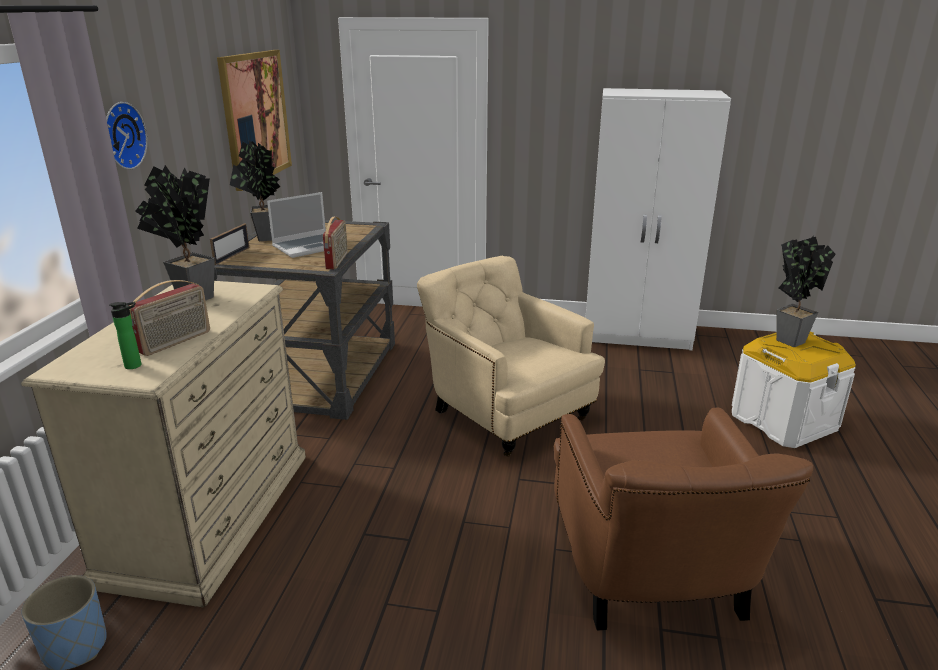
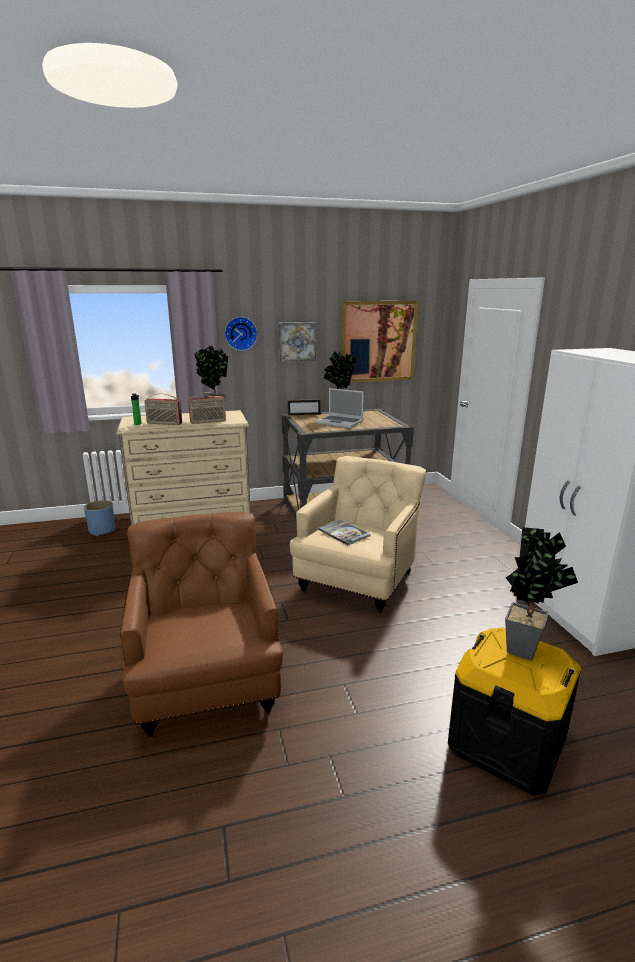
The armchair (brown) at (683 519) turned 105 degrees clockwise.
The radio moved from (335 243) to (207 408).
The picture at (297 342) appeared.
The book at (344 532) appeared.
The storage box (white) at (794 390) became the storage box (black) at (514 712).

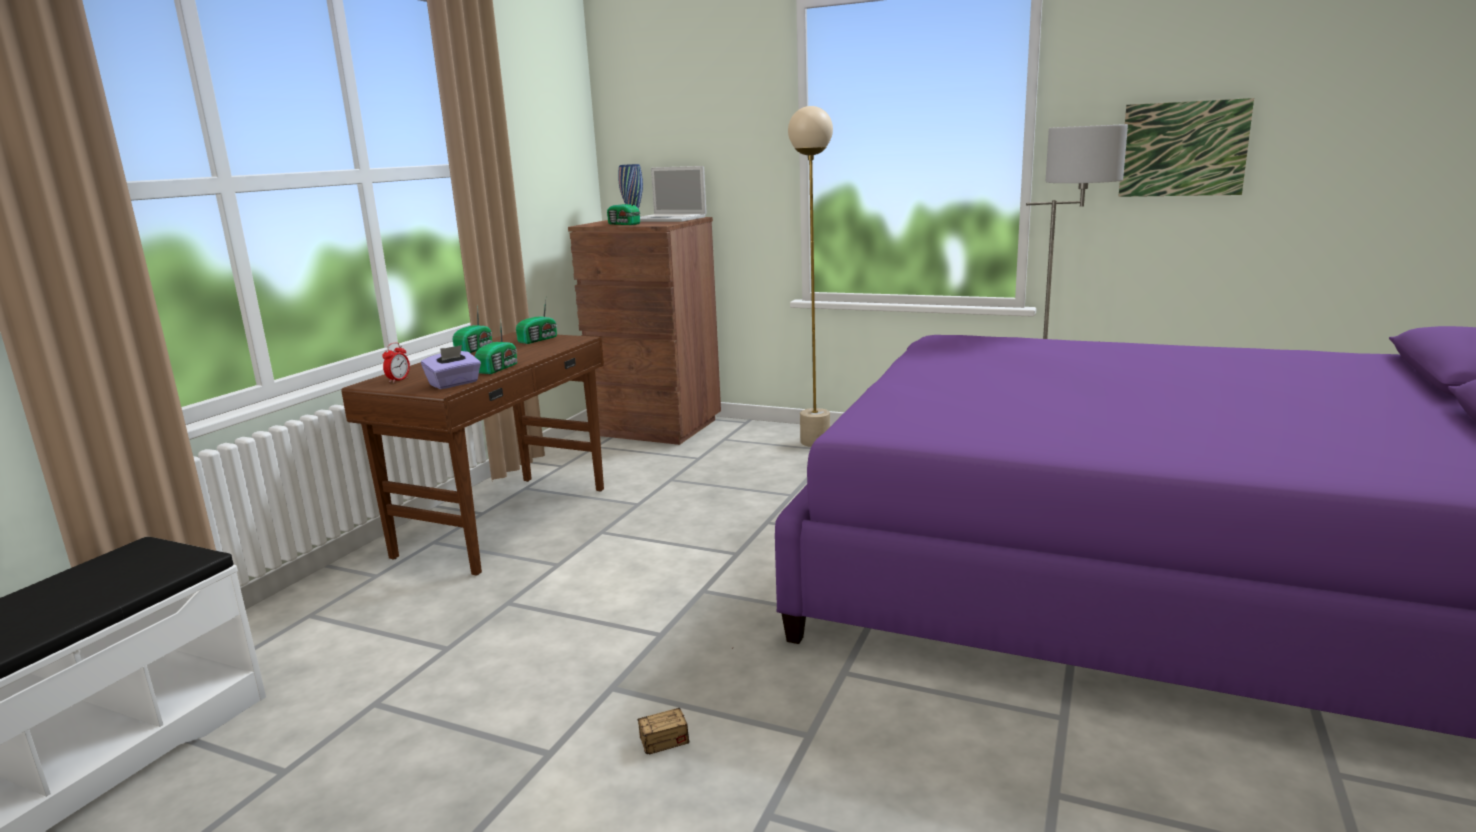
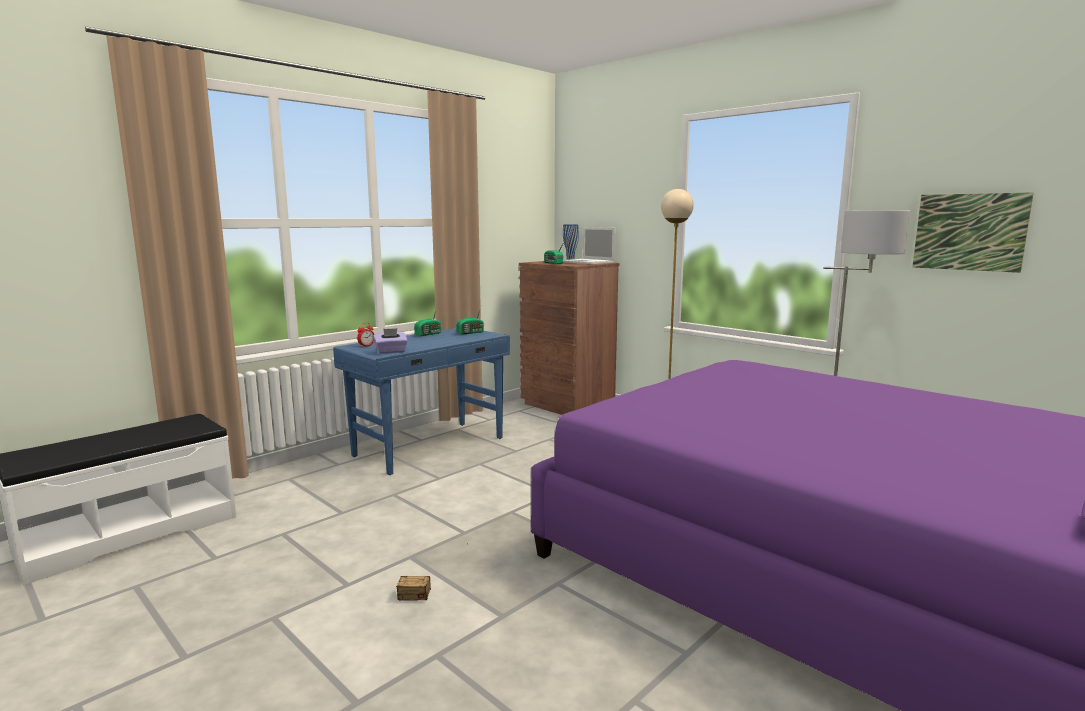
The console table (brown) at (472 454) became the console table (blue) at (421 401).
The radio at (496 349) disappeared.

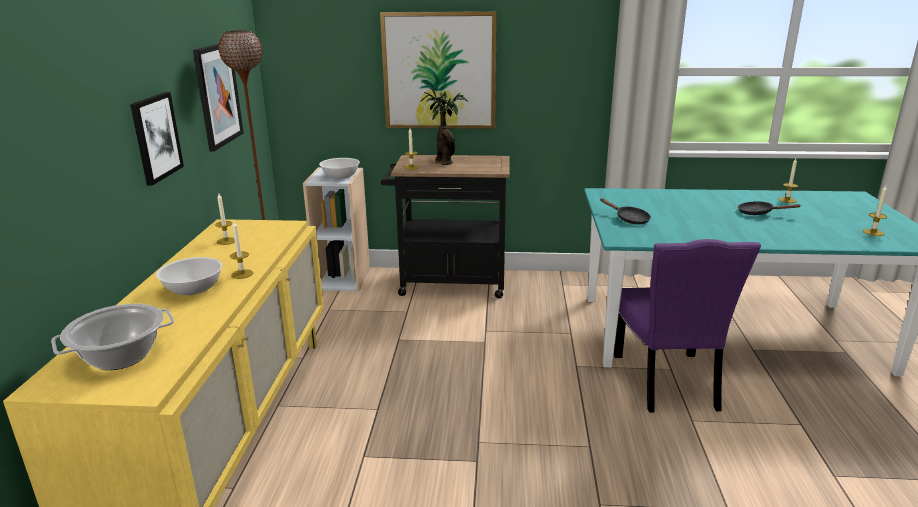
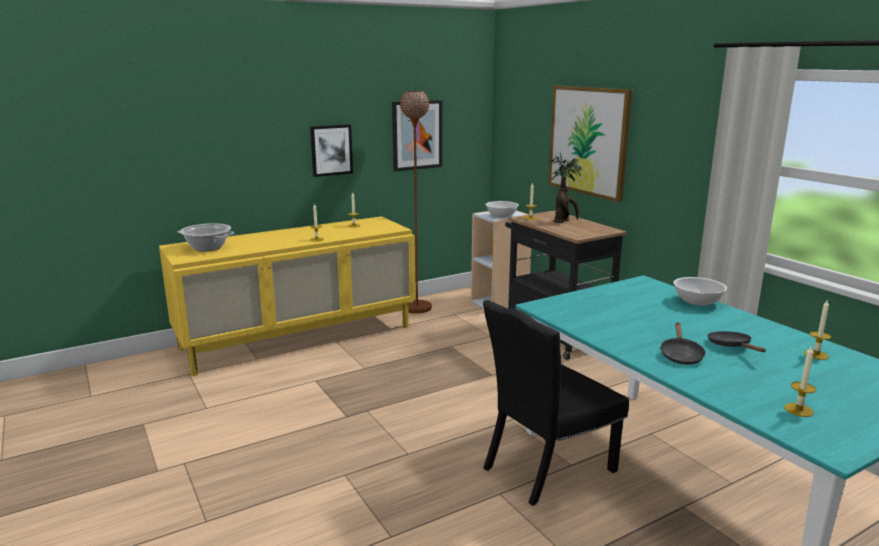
The chair (purple) at (687 326) became the chair (black) at (556 403).
The frying pan (black) moved from (625 211) to (683 343).
The bowl (white) moved from (189 276) to (700 291).

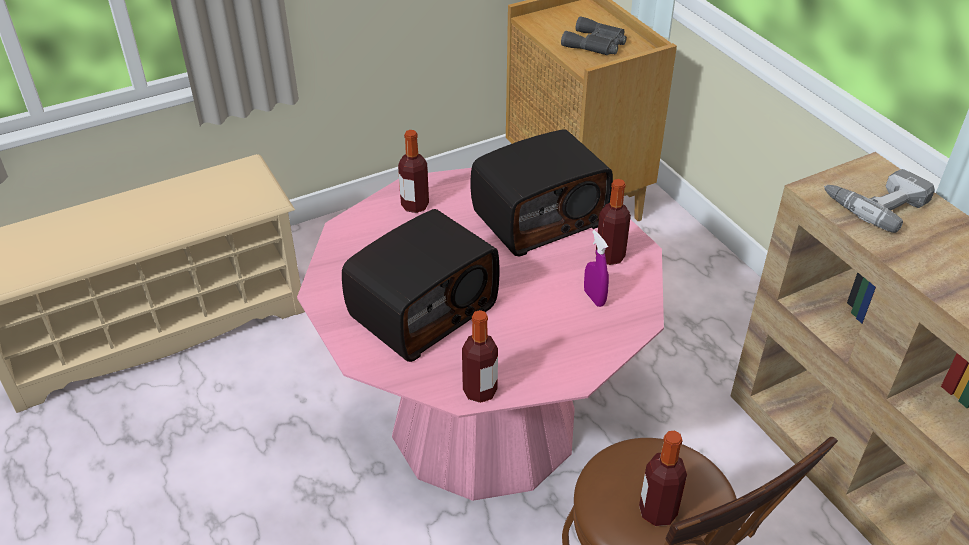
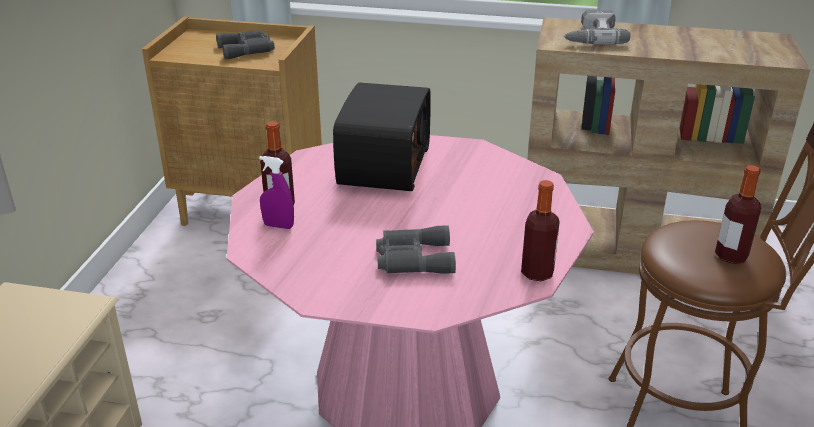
The spray bottle (purple) moved from (596 268) to (276 192).
The radio at (421 285) was replaced by the binoculars (grey) at (416 249).
The bottle at (613 222) disappeared.

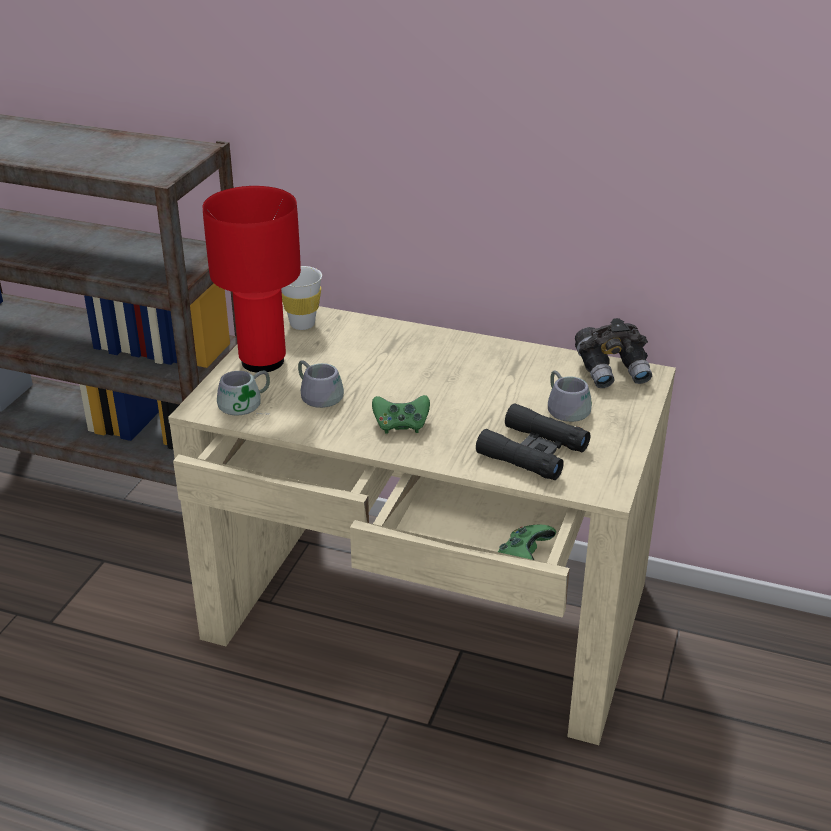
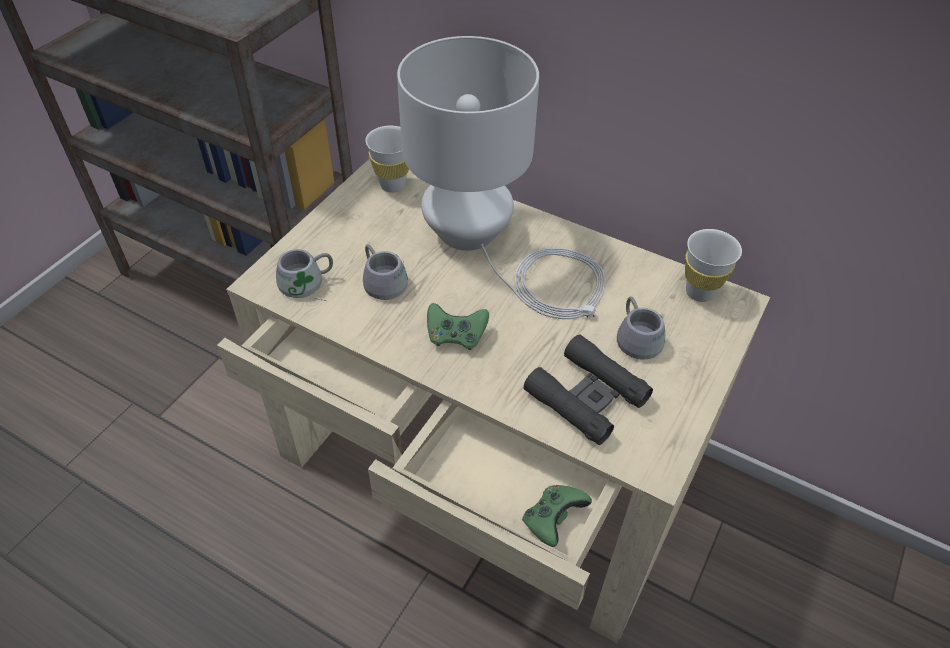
The table lamp (white) at (501 177) appeared.
The binoculars (grey) at (613 353) was replaced by the cup (white) at (713 265).
The table lamp (red) at (252 279) disappeared.

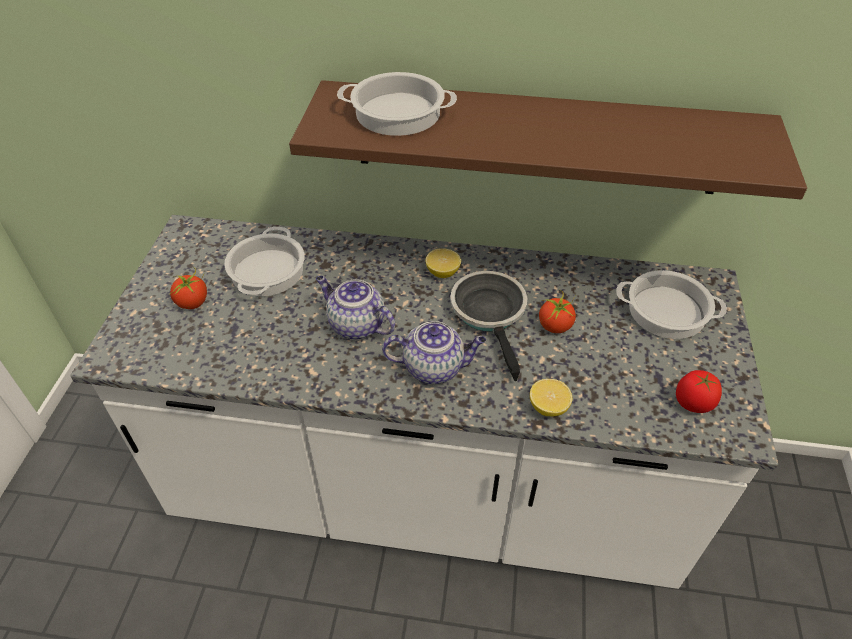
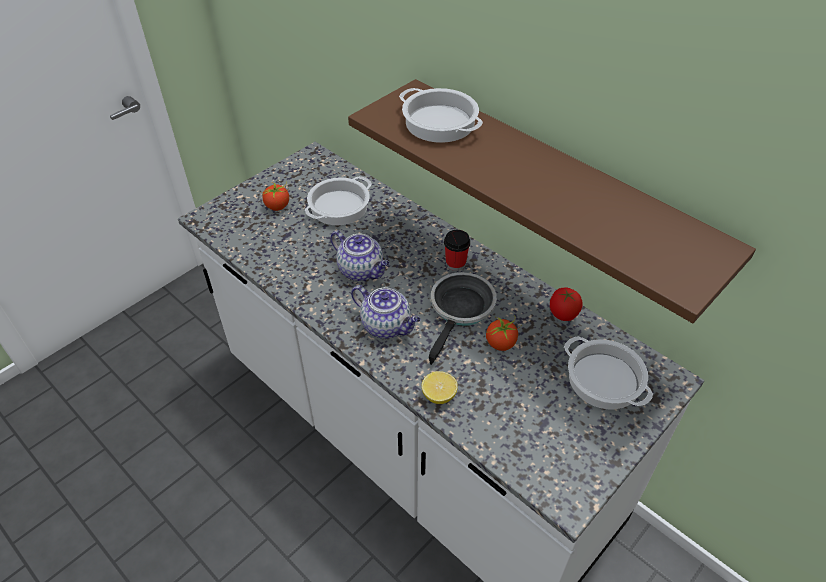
The teapot at (355 308) turned 150 degrees clockwise.
The lemon at (443 263) was replaced by the cup at (457 250).
The tomato moved from (699 391) to (566 304).

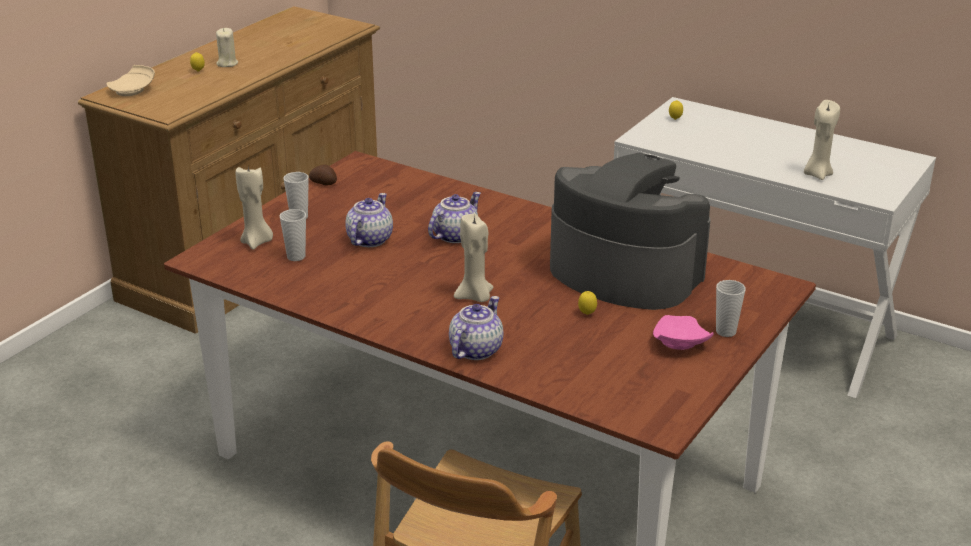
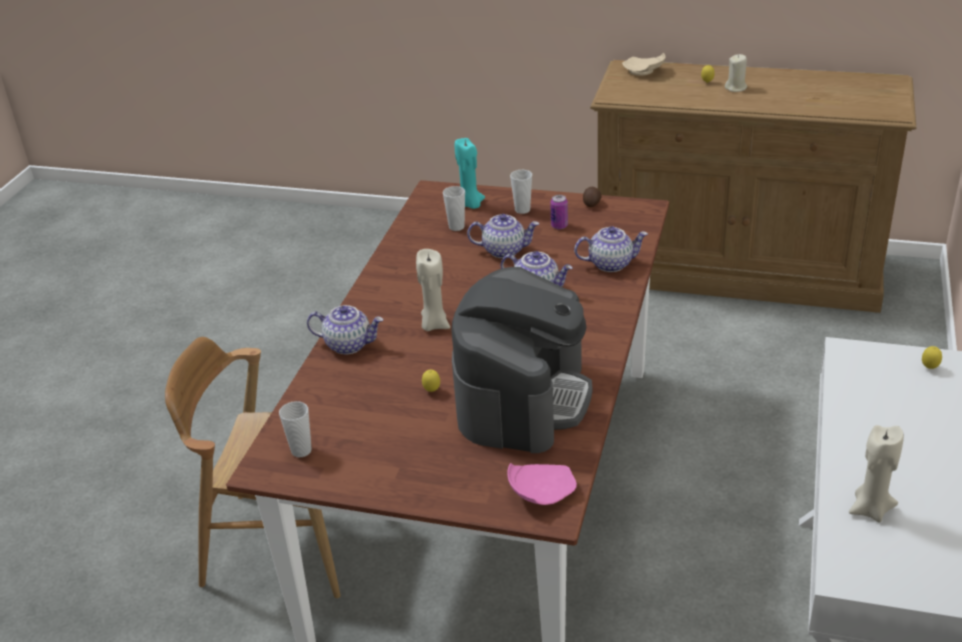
The cup moved from (731 308) to (295 429).
The candle (beige) at (254 208) became the candle (turquoise) at (470 173).
The plate (pink) moved from (683 332) to (542 484).
The can at (559 212) appeared.
The teapot at (611 249) appeared.

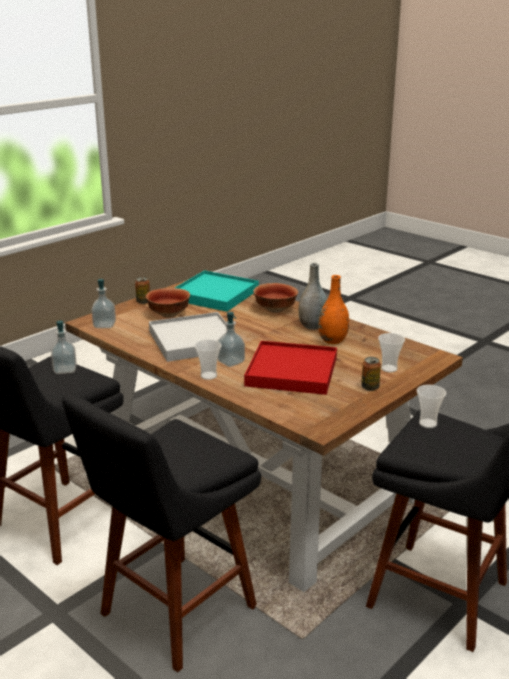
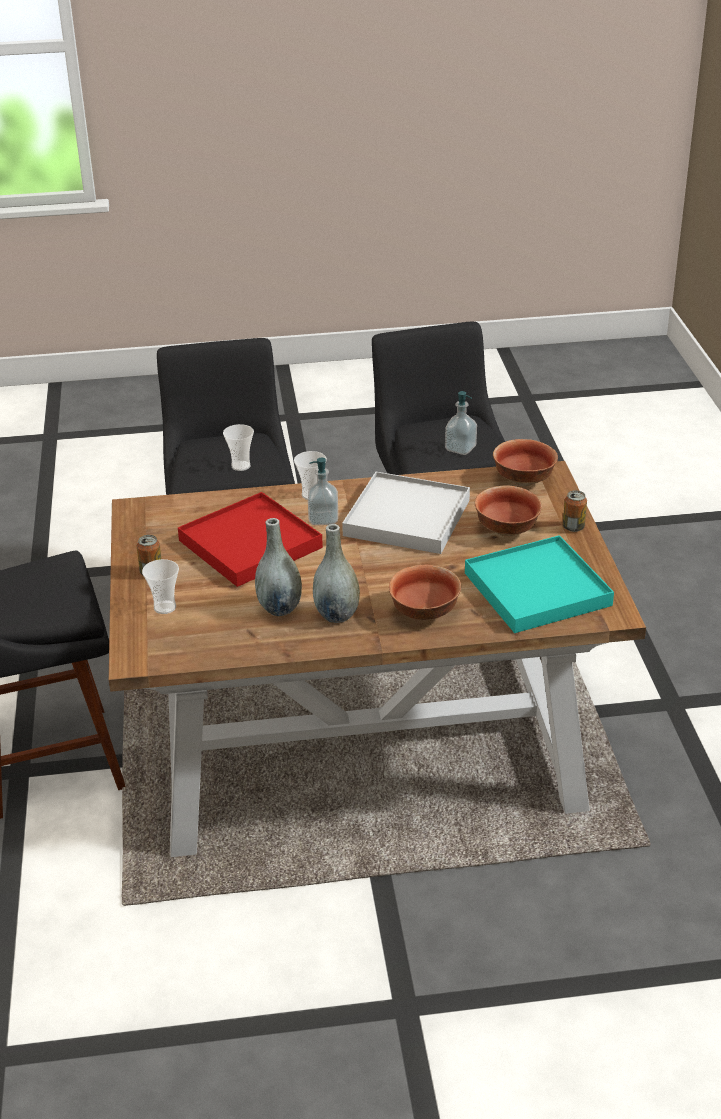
The cup moved from (431 406) to (238 447).
The vase (orange) at (333 309) became the vase (grey) at (278 567).
The soap dispenser at (104 303) was replaced by the bowl at (525 462).

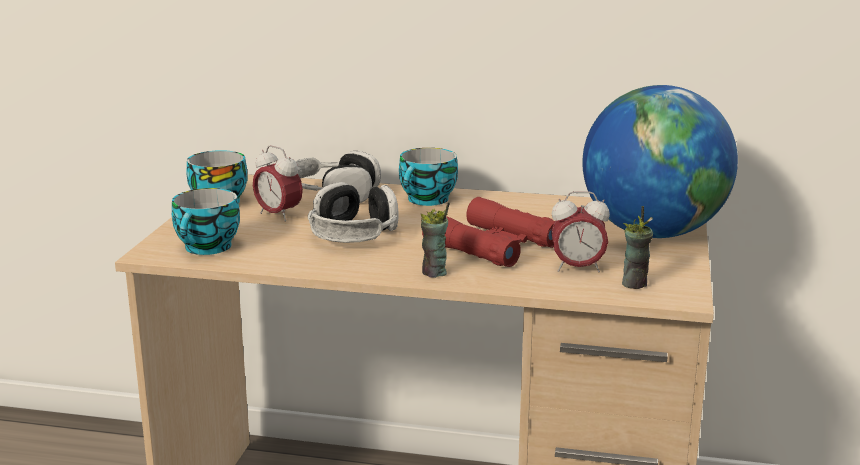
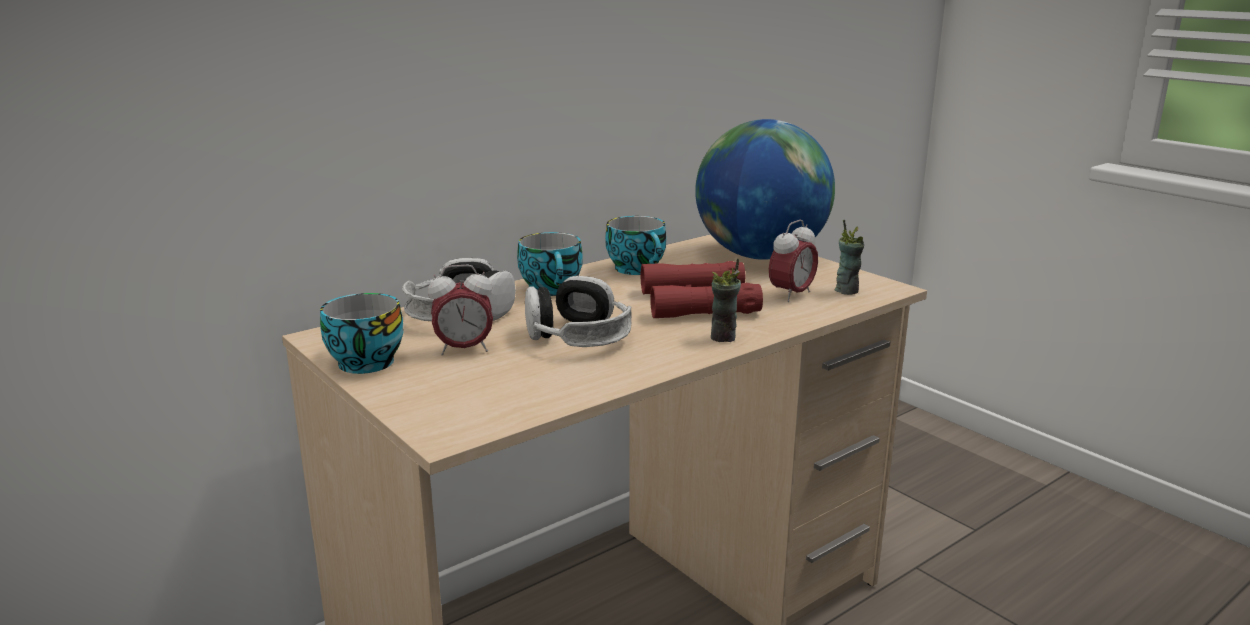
The cup moved from (206 221) to (636 245).

